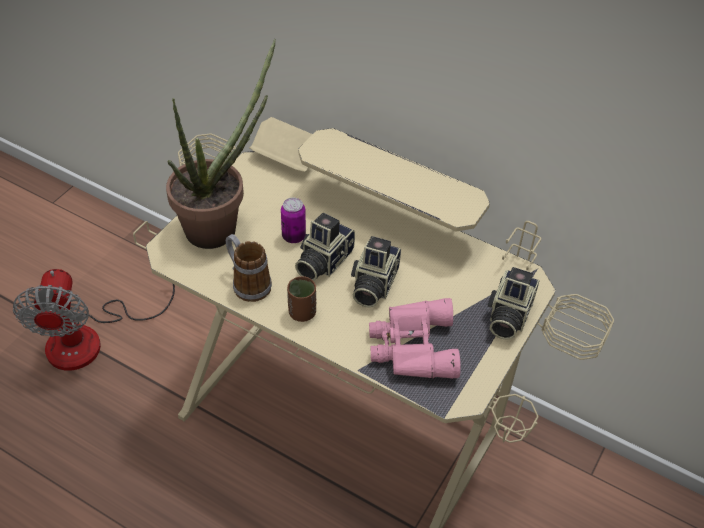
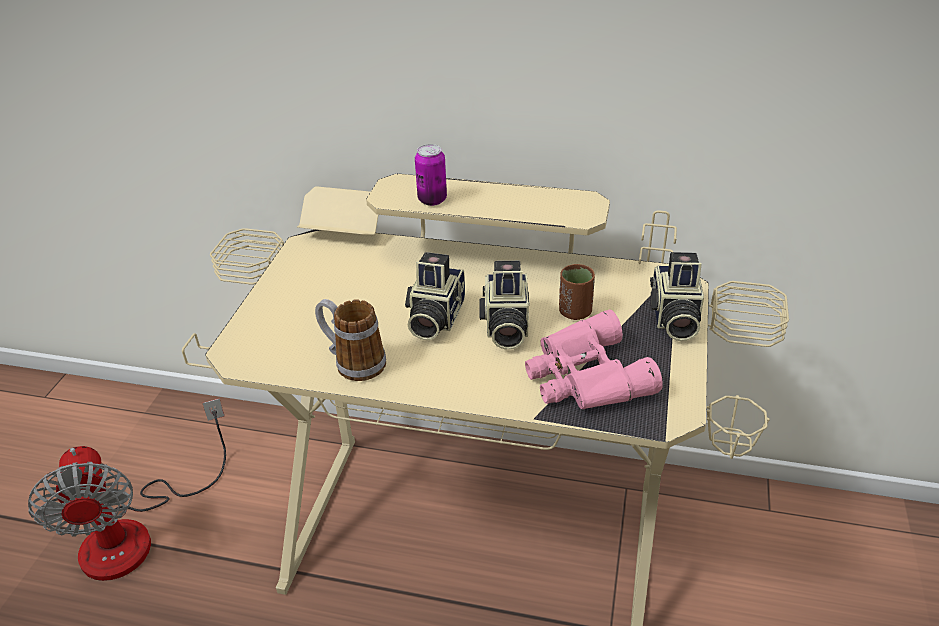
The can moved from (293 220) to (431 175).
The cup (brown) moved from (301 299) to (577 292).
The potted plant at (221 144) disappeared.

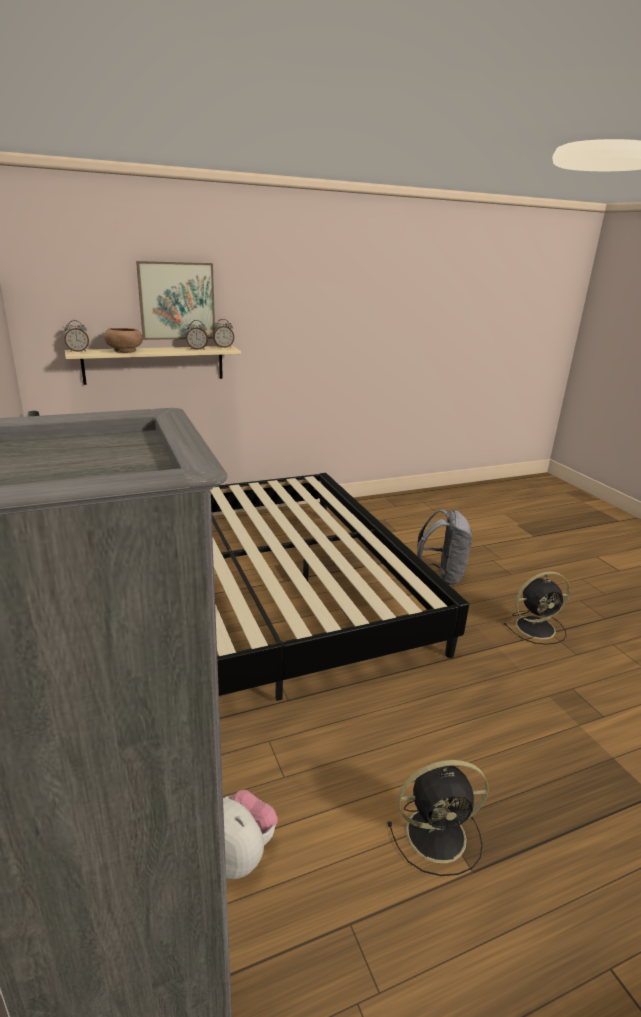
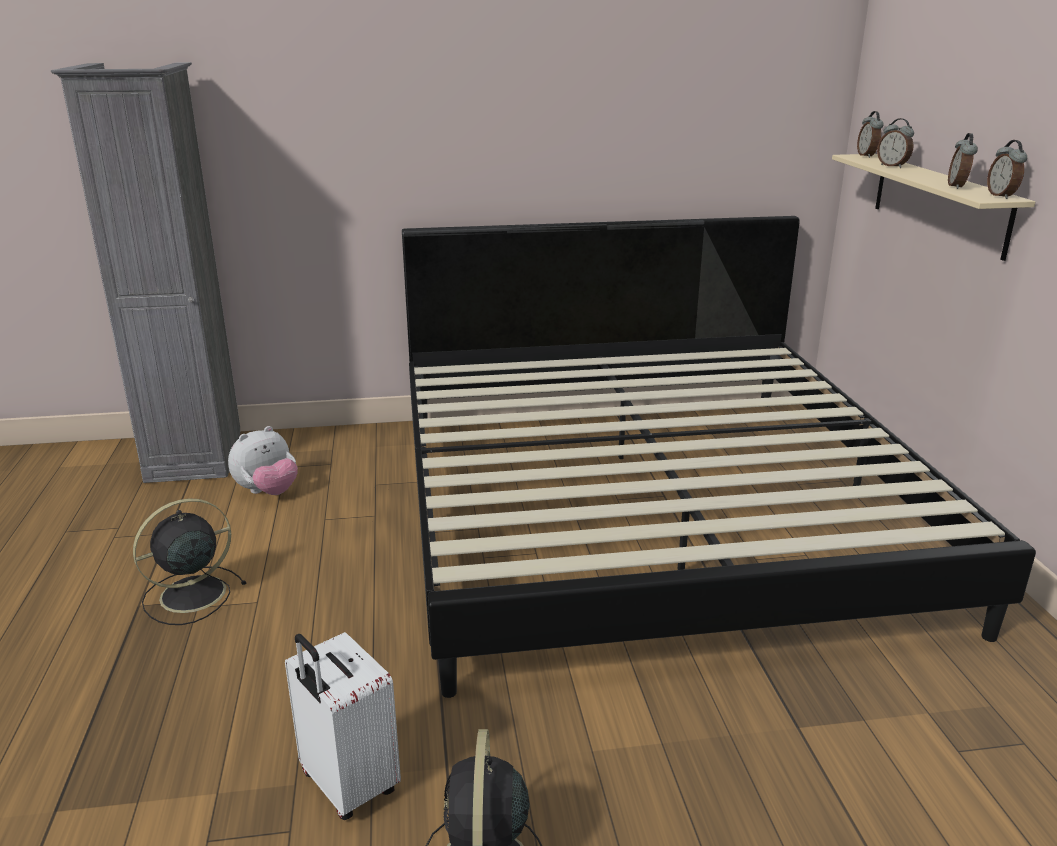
The fan (black) at (438 818) turned 45 degrees clockwise.
The suitcase (white) at (343 726) appeared.
The bowl (brown) at (123 340) was replaced by the alarm clock at (895 143).
The picture at (175 300) disappeared.
The backpack (grey) at (444 547) disappeared.

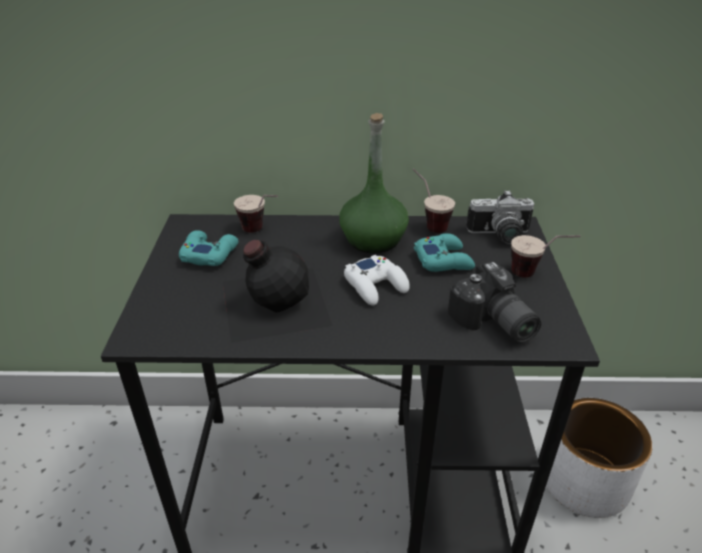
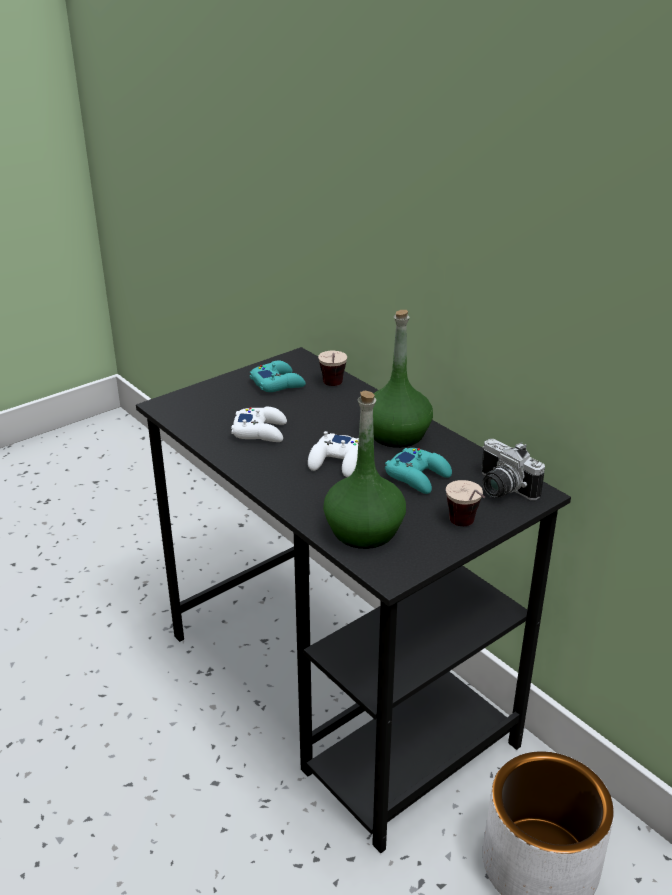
The bottle (black) at (278 291) was replaced by the game controller (white) at (259 424).
The photo camera at (494 302) was replaced by the bottle (green) at (364 470).
The cup at (433 200) disappeared.

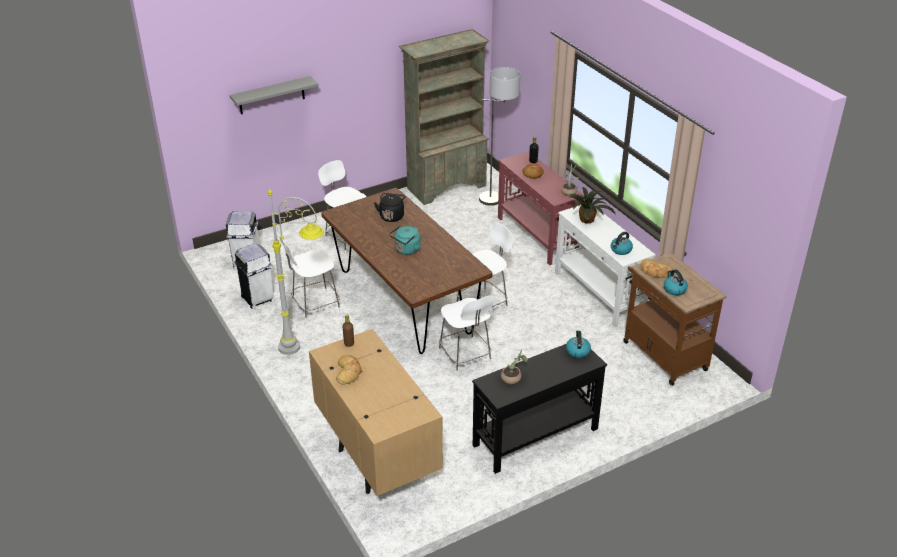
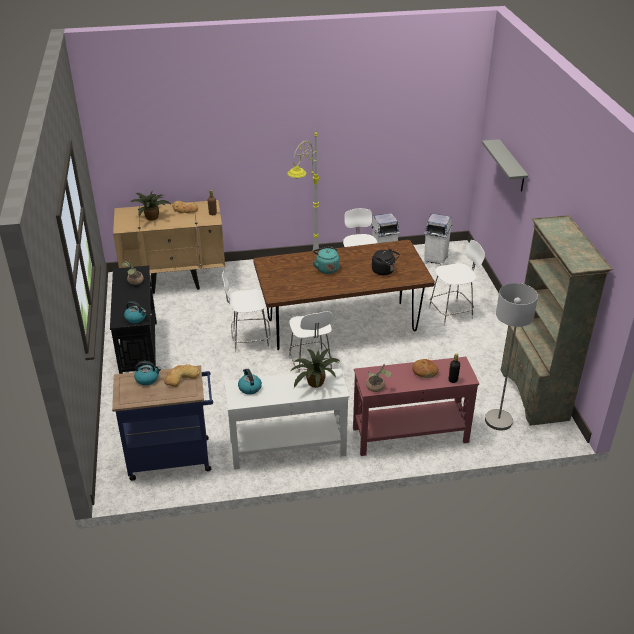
The cart (brown) at (675 319) became the cart (blue) at (162 423).
The potted plant at (151 206) appeared.

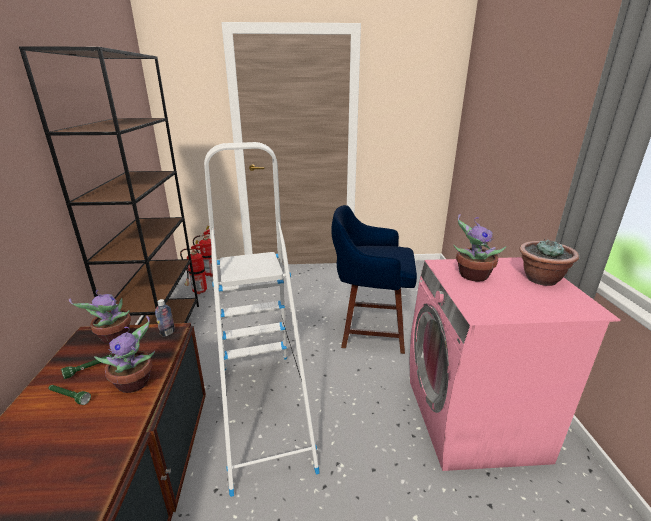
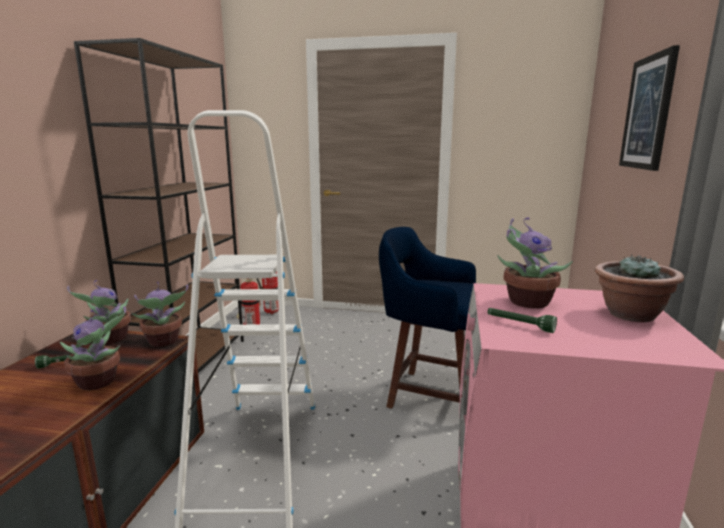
The bottle at (165 318) was replaced by the potted plant at (160 314).
The flashlight (green) moved from (70 395) to (522 320).
The picture at (649 108) appeared.

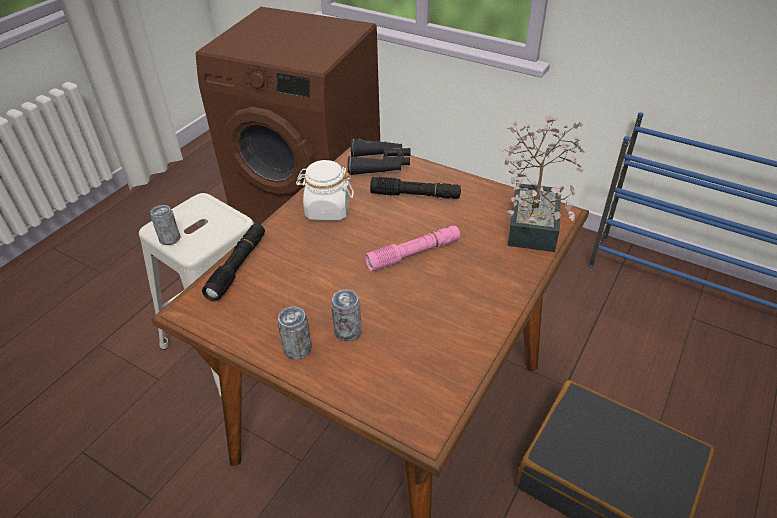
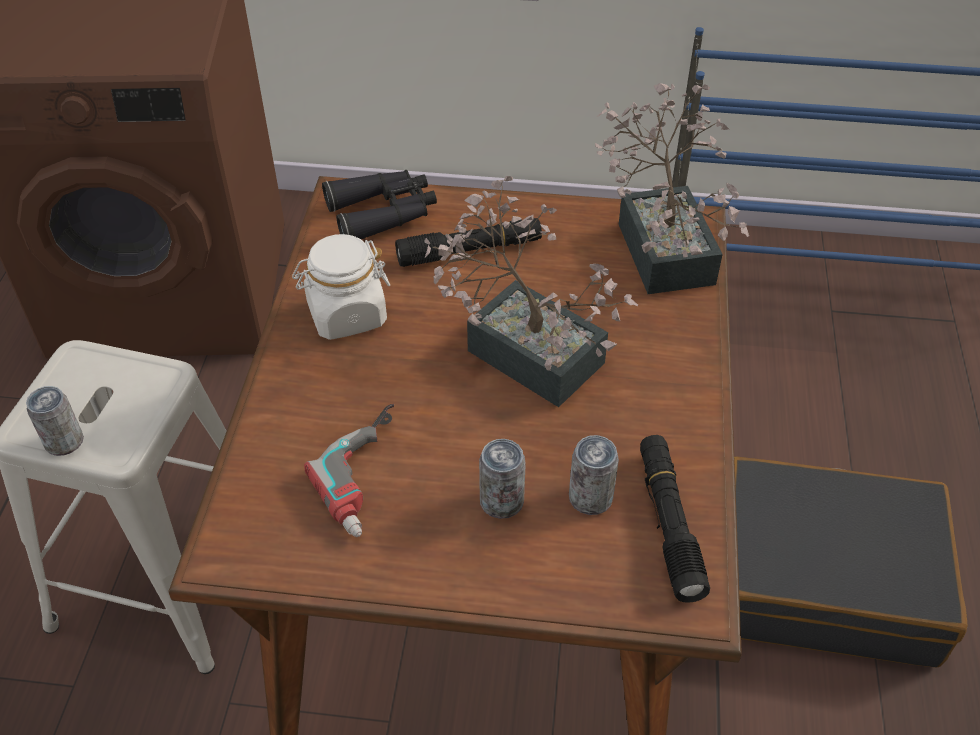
The power drill at (349 470) appeared.
The flashlight (pink) at (412 248) was replaced by the potted plant at (531 291).
The can moved from (294 333) to (594 475).
The flashlight (black) moved from (233 263) to (675 519).

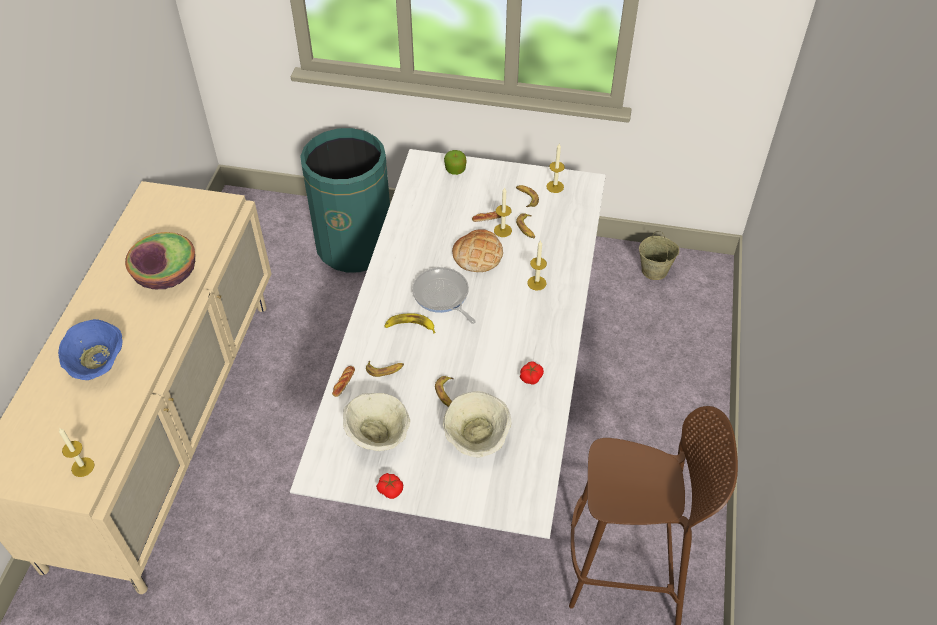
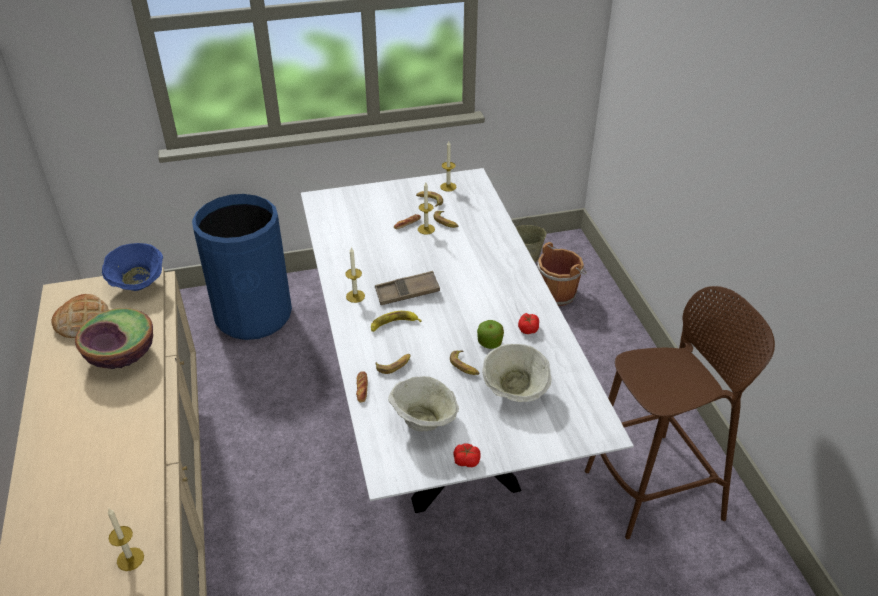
The bread moved from (477 250) to (80 316).
The bowl (blue) moved from (90 349) to (132 267).
The trash can (green) at (345 200) became the trash can (blue) at (242 267).
The candle moved from (537 265) to (355 275).
The frying pan at (444 295) was replaced by the tray (brown) at (407 288).
The apple moved from (455 162) to (490 334).
The bucket (brown) at (562 274) appeared.

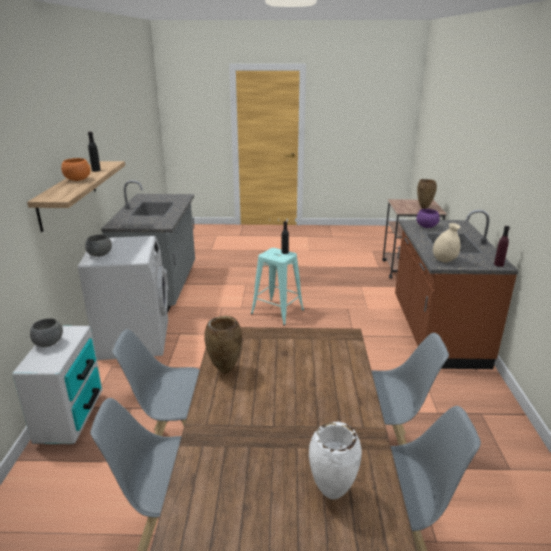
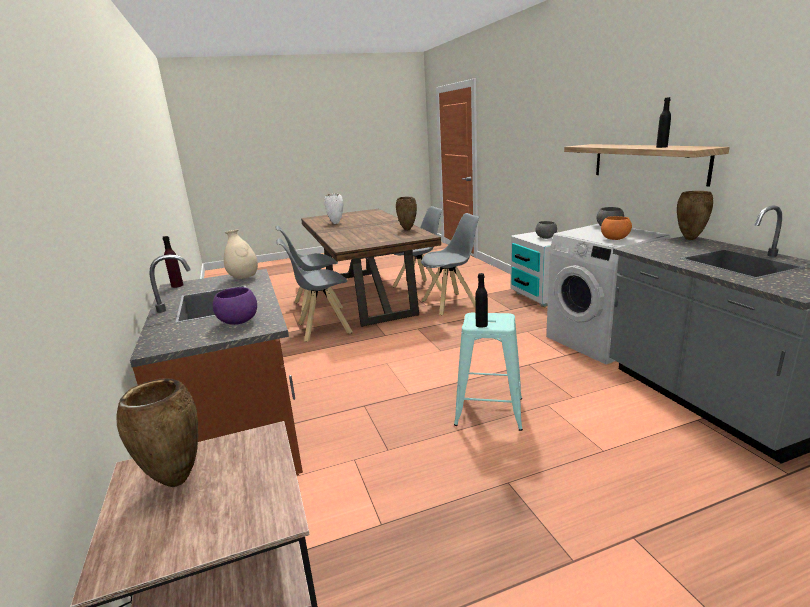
The bowl (orange) moved from (75 169) to (616 228).
The vase (brown) at (695 215) appeared.

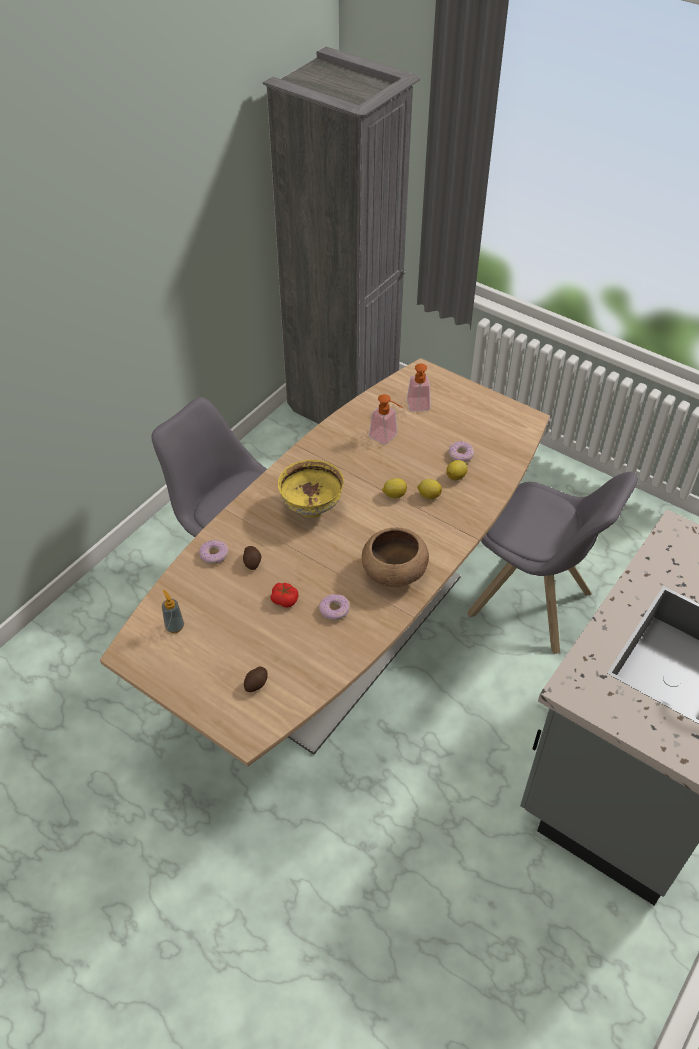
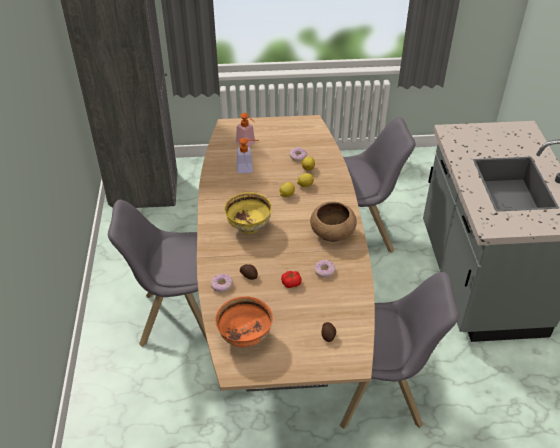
The soap dispenser at (173 611) was replaced by the bowl (orange) at (244 321).
The chair (grey) at (399 350) appeared.

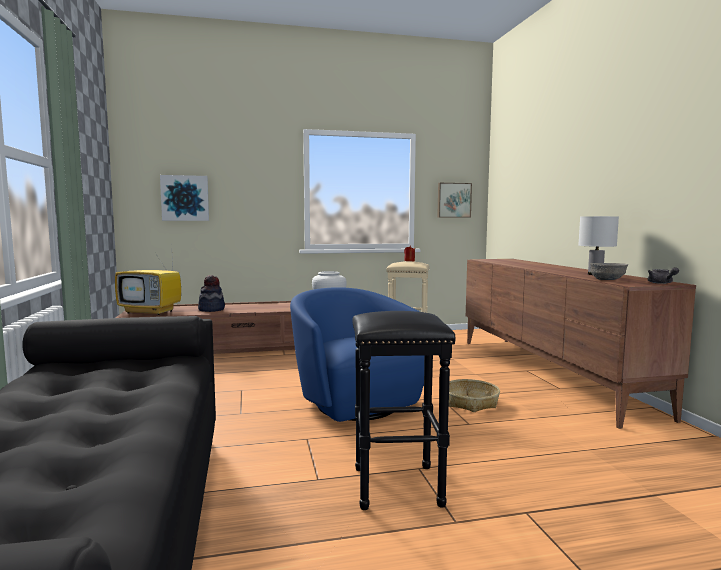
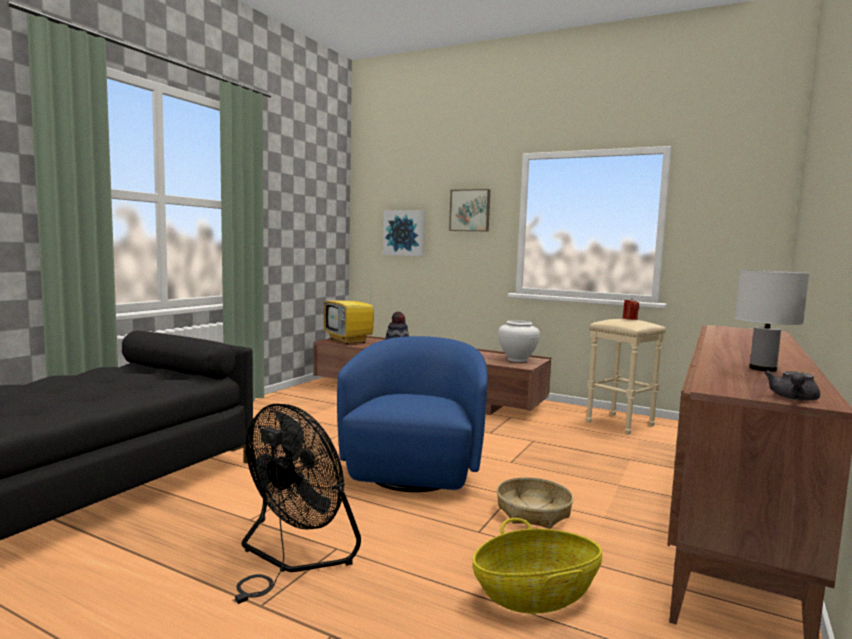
The stool (black) at (404 410) was replaced by the fan (black) at (297 504).
The picture moved from (454 200) to (469 210).
The basket at (537 566) appeared.
The bowl (grey) at (609 271) disappeared.

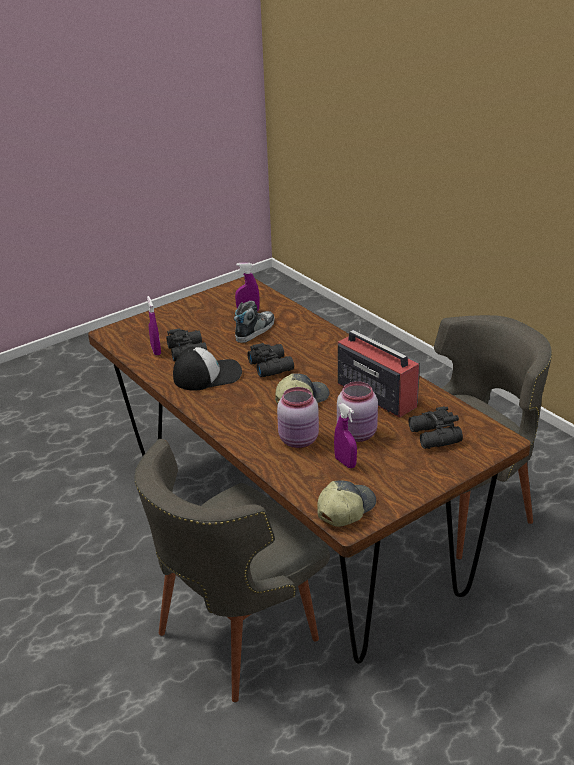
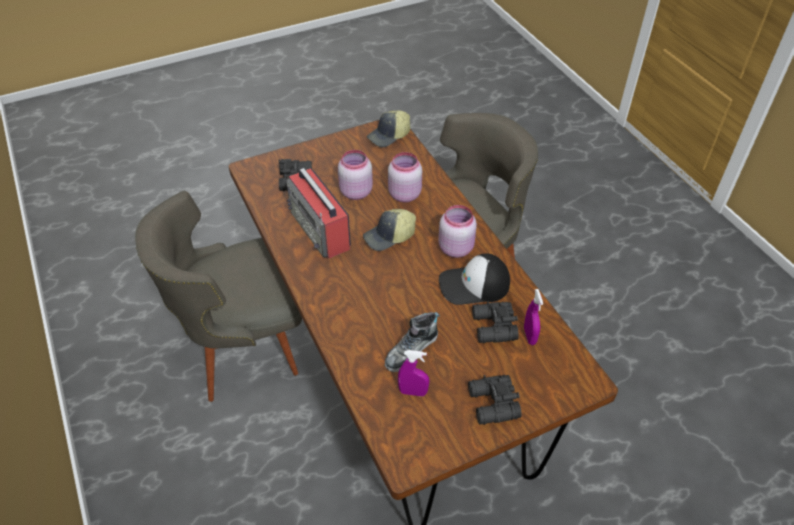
The jar (pink) at (457 231) appeared.
The binoculars (black) moved from (270 360) to (495 400).
The spray bottle (purple) at (345 435) disappeared.

